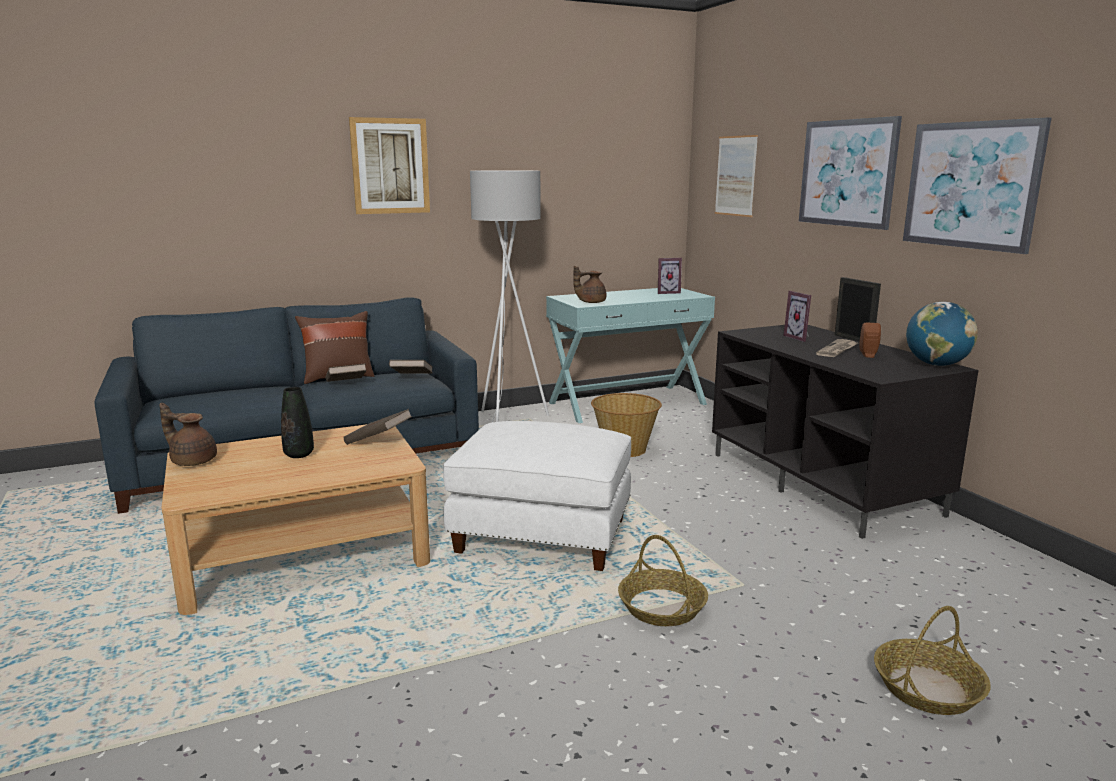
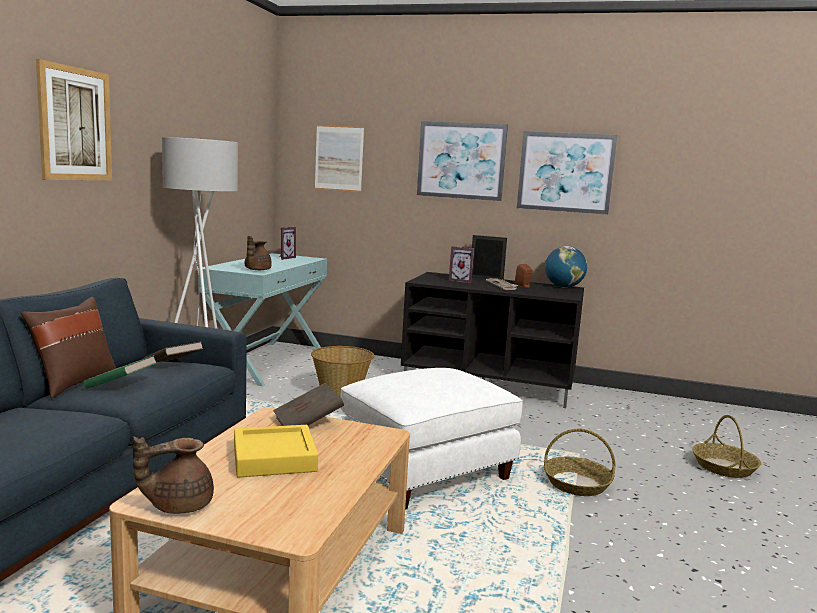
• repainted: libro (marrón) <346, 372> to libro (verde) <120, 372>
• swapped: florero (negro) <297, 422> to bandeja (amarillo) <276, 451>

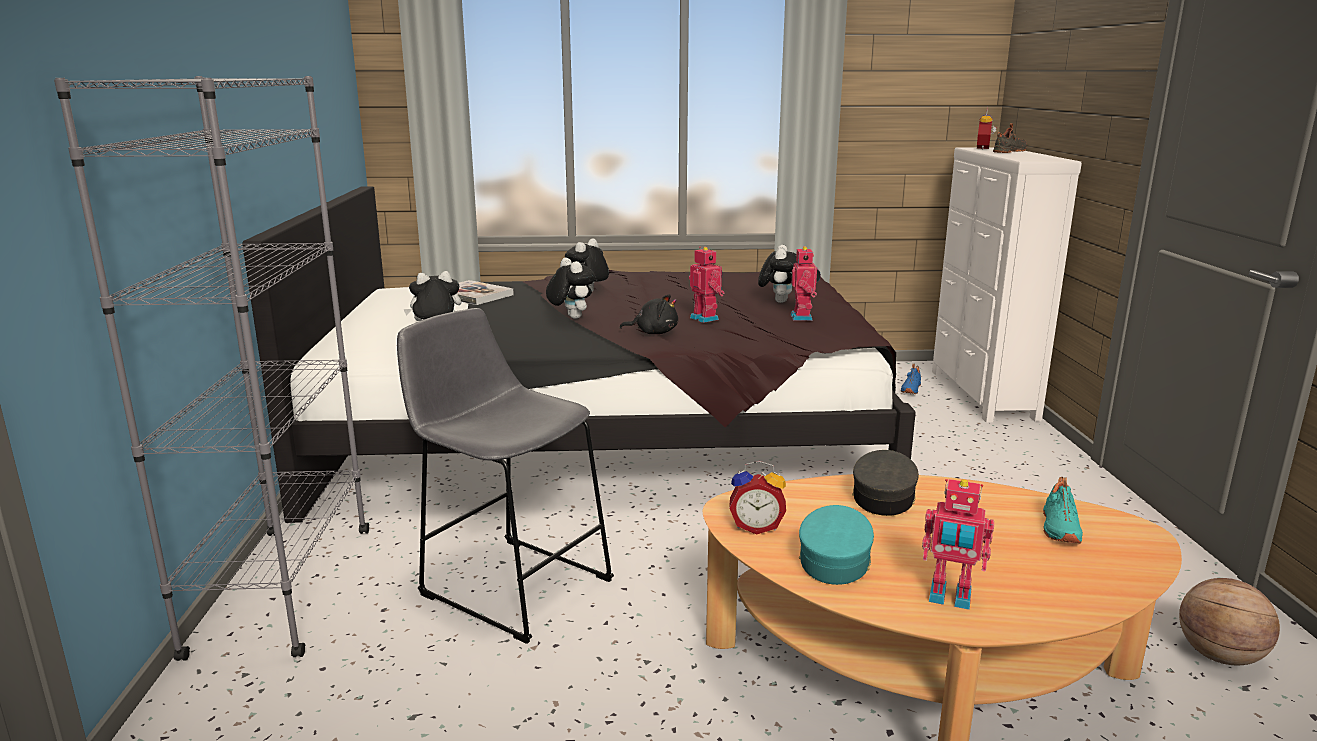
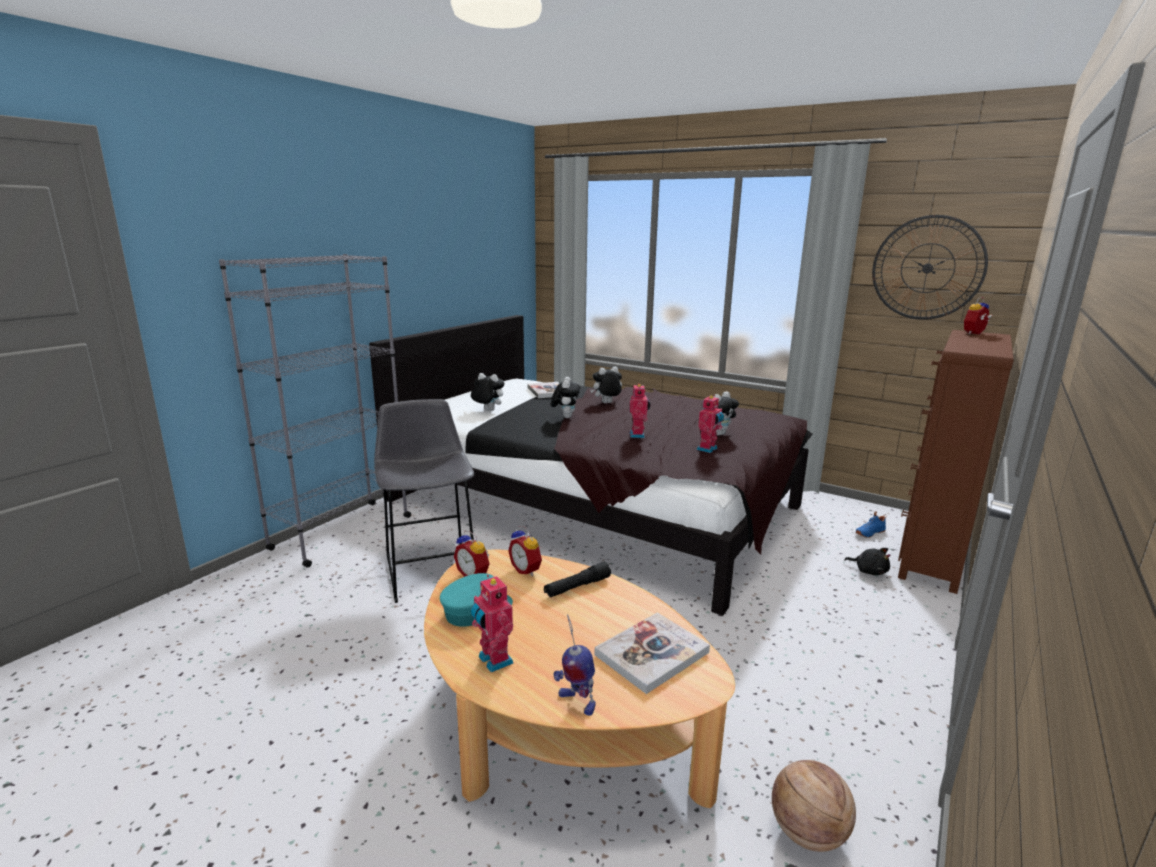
• new: despertador <525, 551>
• swapped: gorra (gris) <885, 483> to linterna (negro) <577, 579>
• new: robot de juguete <574, 665>
• swapped: zapato (turquesa) <1063, 510> to libro <652, 653>
• shifted: peluche (negro) <649, 314> to <867, 561>
• new: reloj de pared <930, 267>
• repainted: cómoda (blanco) <1007, 284> to cómoda (marrón) <956, 462>
• gone: zapato (negro) <1010, 138>

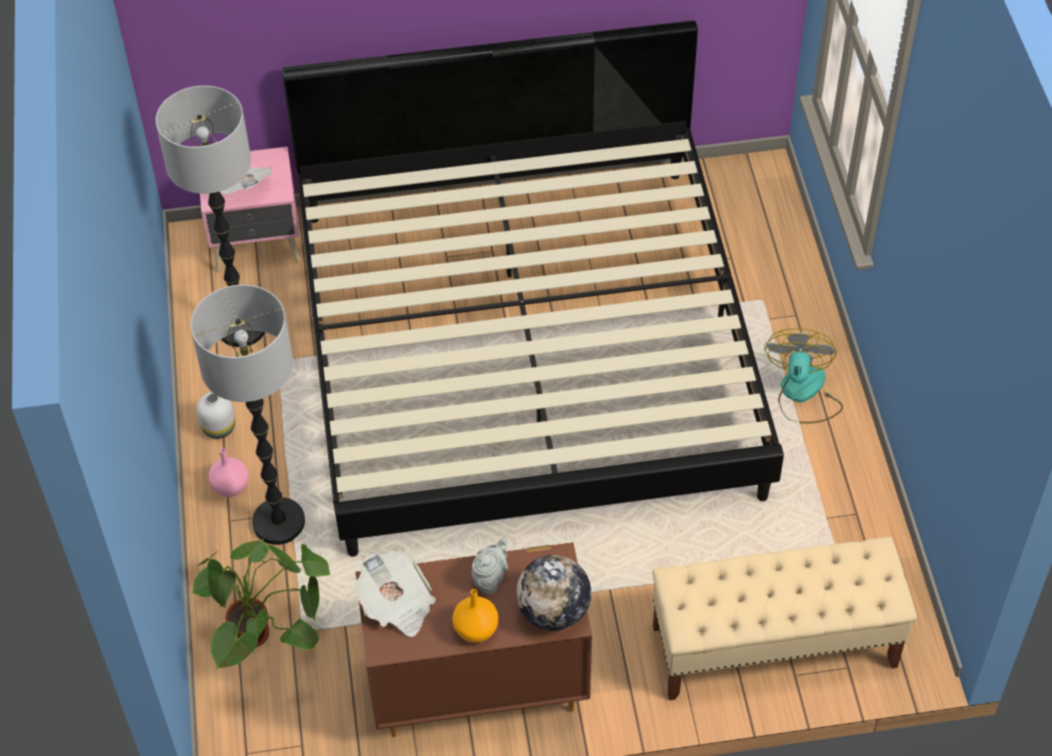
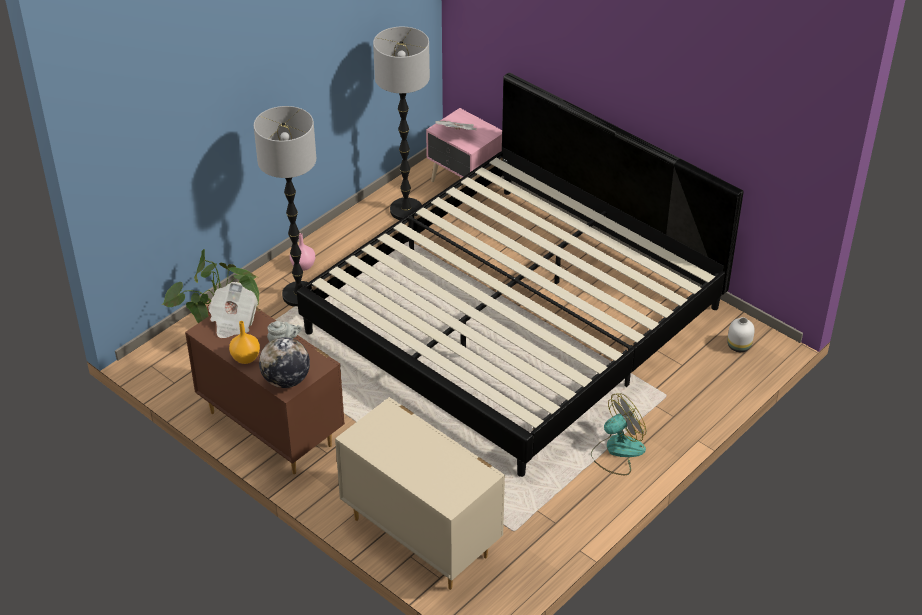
• swapped: banco (beis) <784, 618> to cómoda (beis) <420, 493>
• shifted: florero (blanco) <216, 415> to <741, 334>

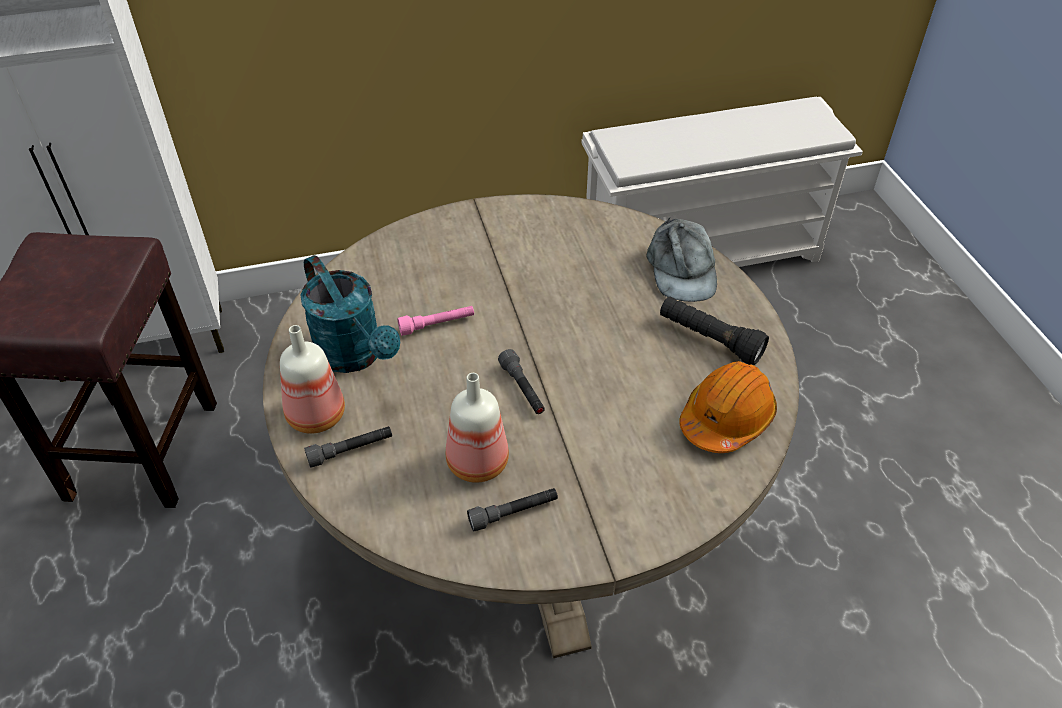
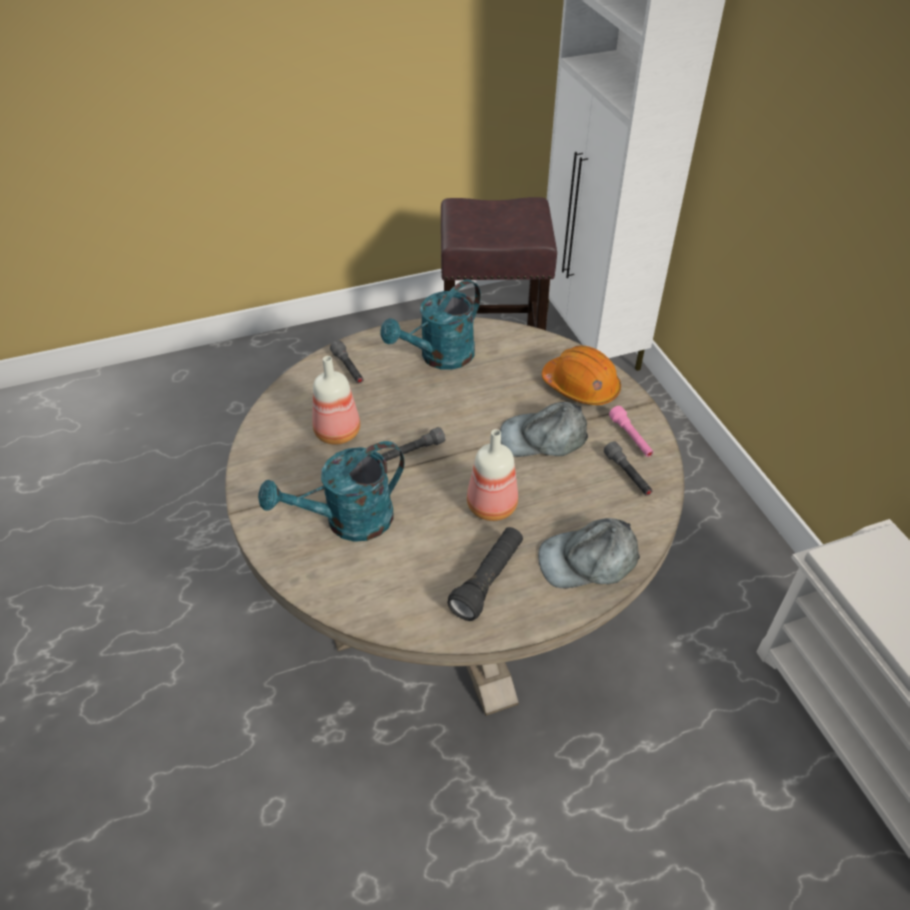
• new: regadera (turquesa) <331, 491>
• shifted: botella <312, 379> to <492, 475>
• new: gorra (gris) <544, 429>
• shifted: casco (naranja) <728, 407> to <581, 375>
• shifted: linterna (gris) <512, 509> to <628, 468>
• shifted: linterna (rosa) <435, 321> to <631, 431>

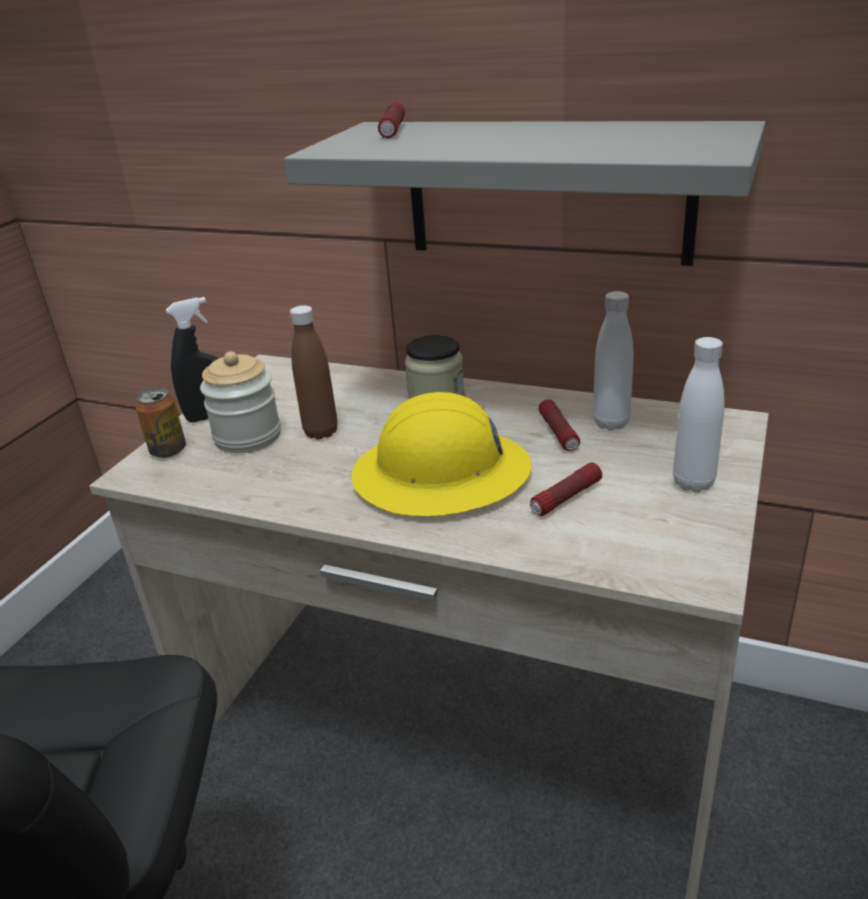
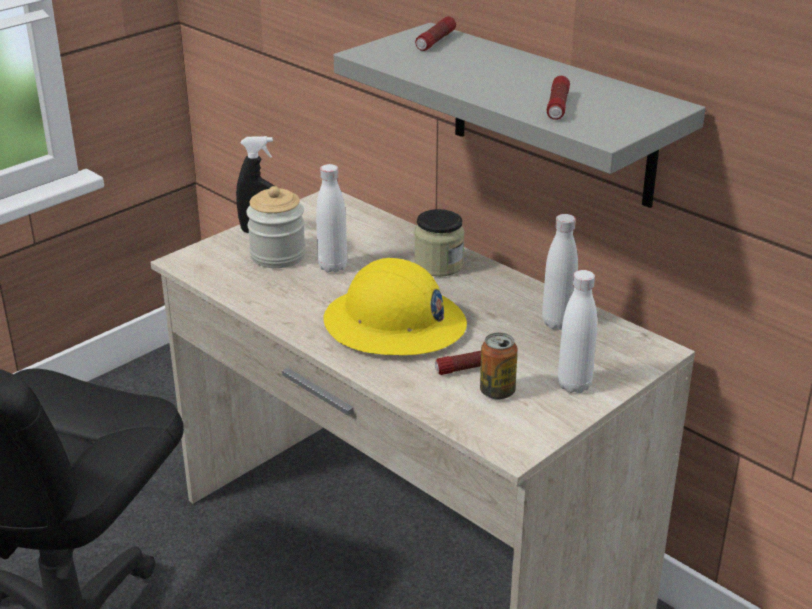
• repainted: botella (marrón) <313, 372> to botella (blanco) <331, 218>
• shifted: lata <161, 423> to <499, 366>
• shifted: linterna <559, 425> to <558, 98>

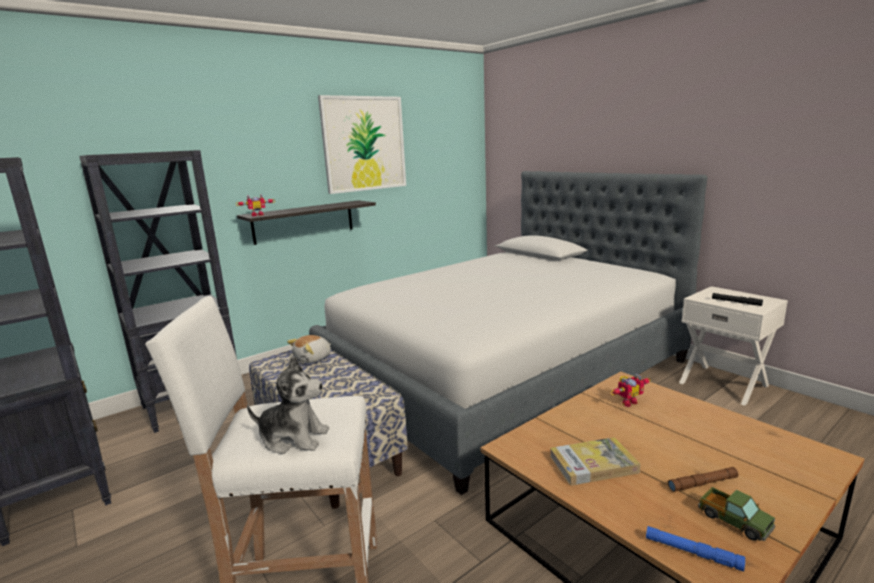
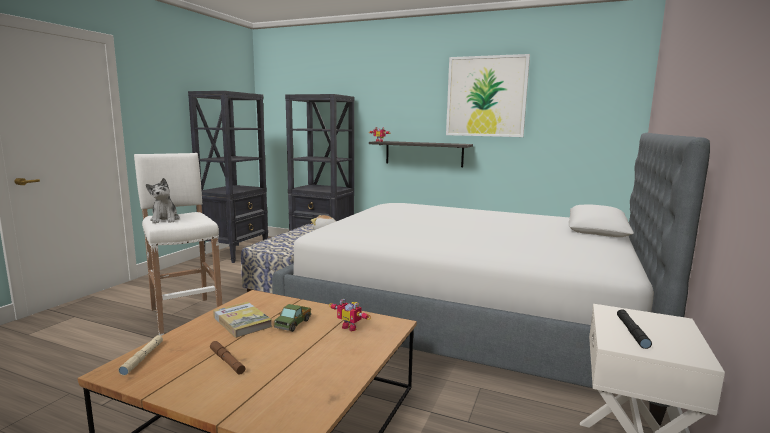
• repainted: linterna (azul) <695, 549> to linterna (beis) <140, 355>
• shifted: camión de juguete <736, 514> to <292, 318>

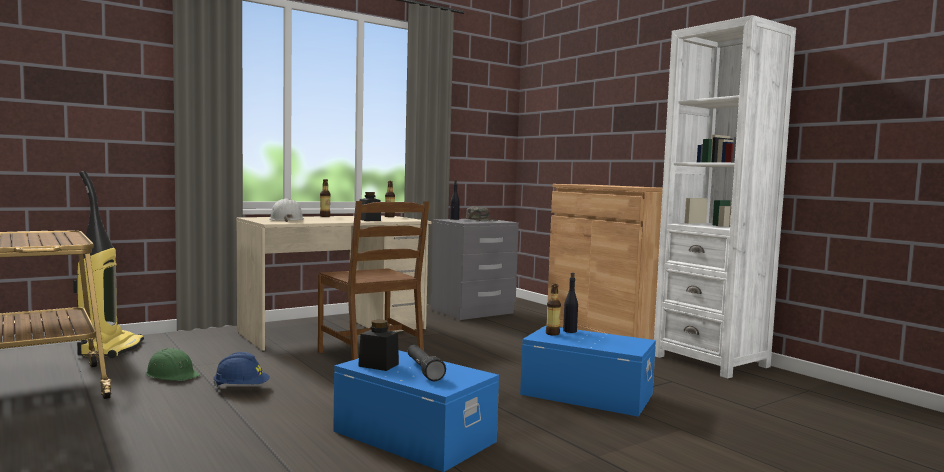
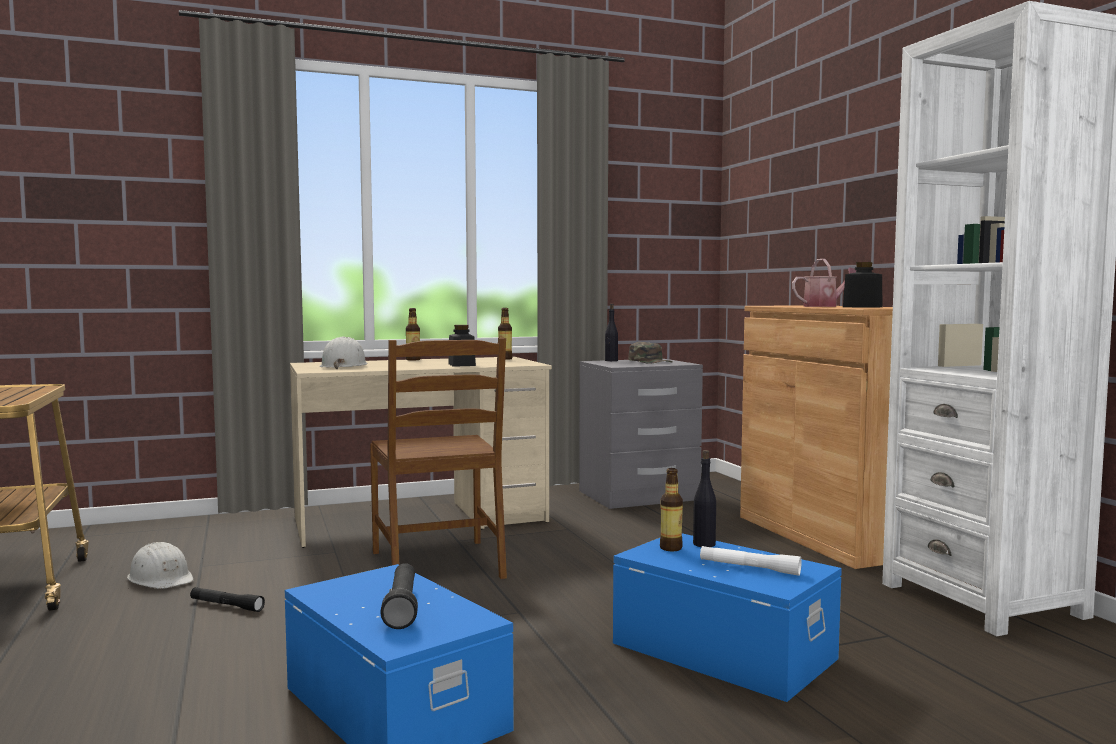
• repainted: casco (verde) <173, 364> to casco (blanco) <160, 565>
• swapped: casco (azul) <241, 370> to linterna (negro) <227, 599>
• new: linterna (blanco) <750, 561>
• new: regadera <824, 283>
• shifted: tarro (negro) <378, 345> to <863, 285>
• gone: aspiradora <108, 264>

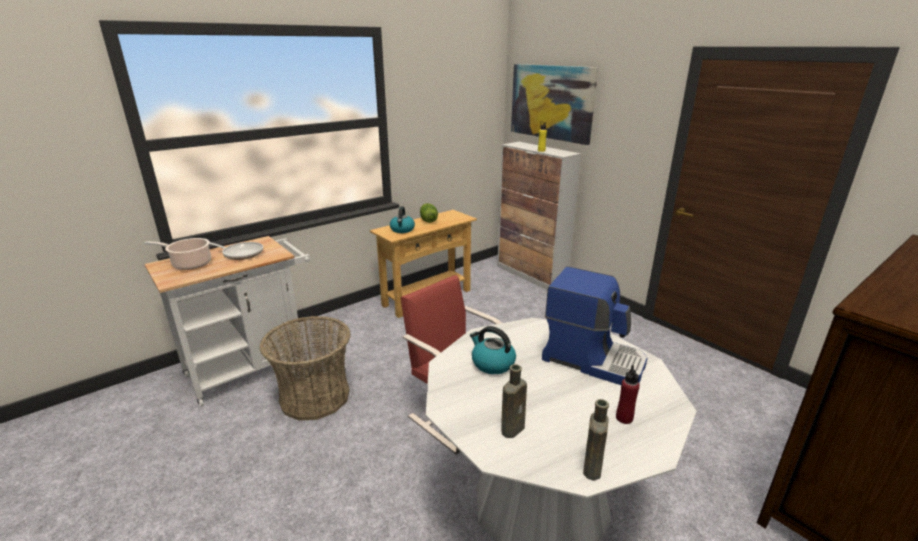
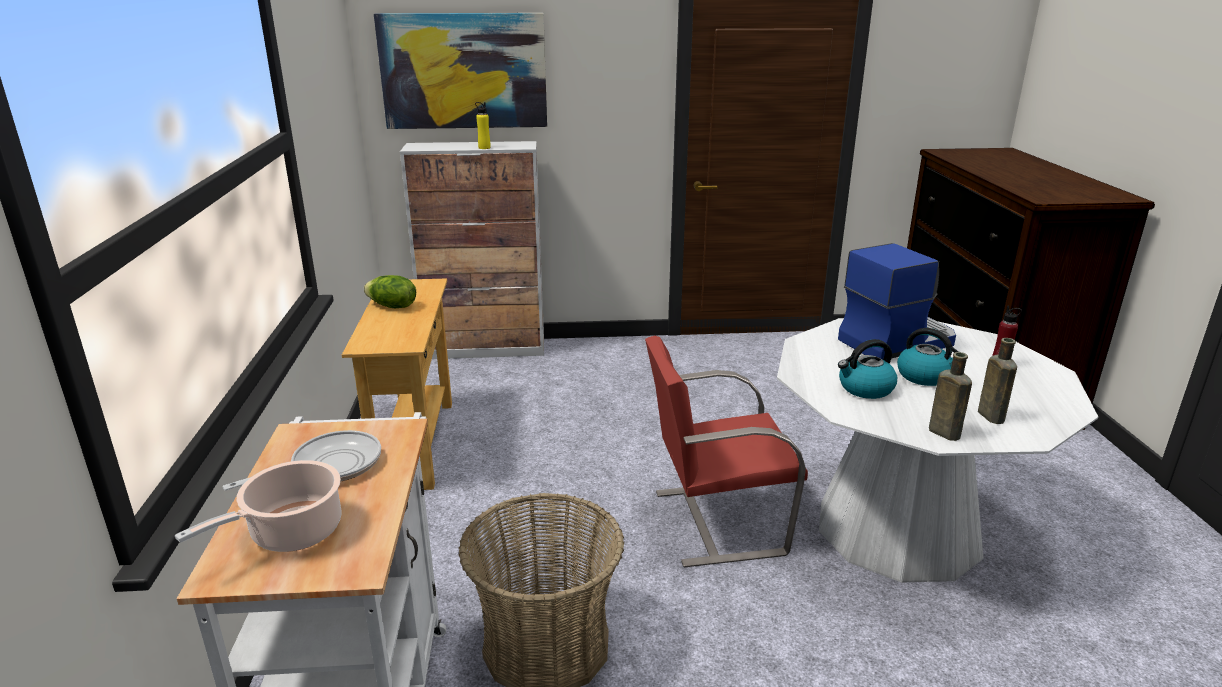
• shifted: hervidor <402, 219> to <927, 357>
• shifted: botella (marrón) <596, 440> to <950, 396>

